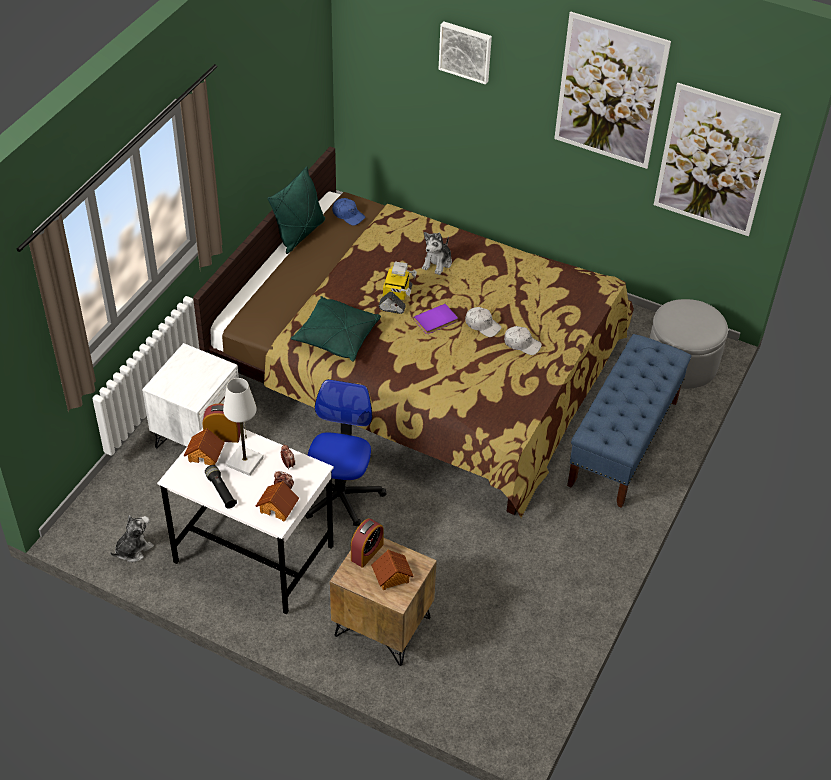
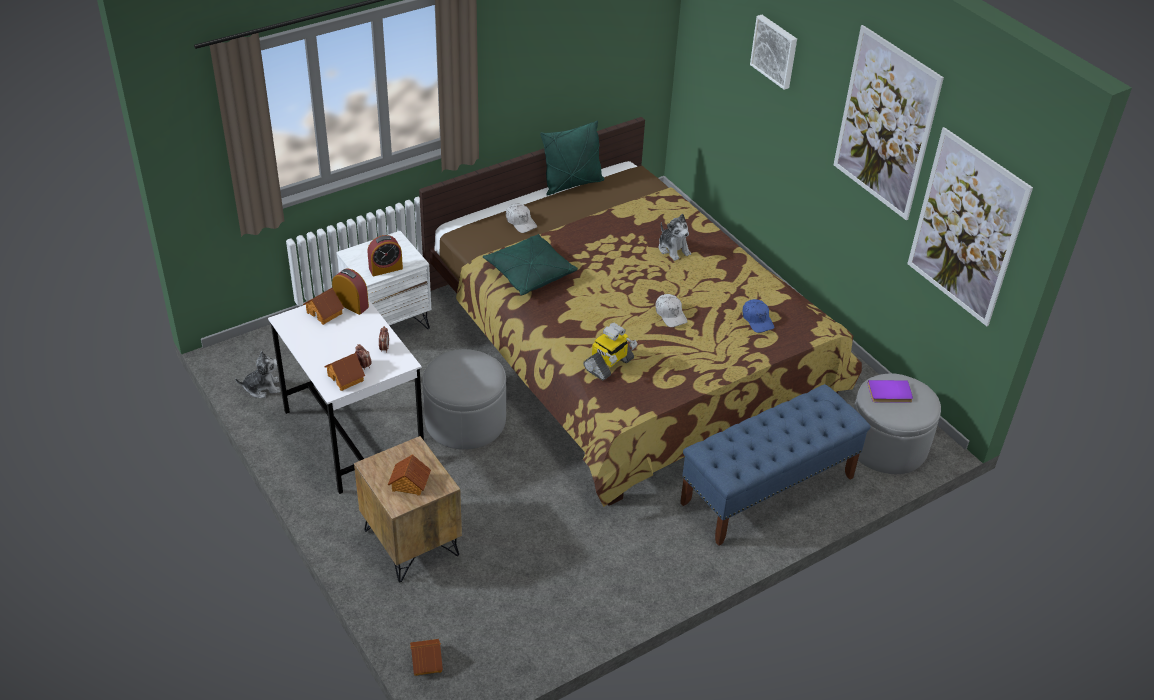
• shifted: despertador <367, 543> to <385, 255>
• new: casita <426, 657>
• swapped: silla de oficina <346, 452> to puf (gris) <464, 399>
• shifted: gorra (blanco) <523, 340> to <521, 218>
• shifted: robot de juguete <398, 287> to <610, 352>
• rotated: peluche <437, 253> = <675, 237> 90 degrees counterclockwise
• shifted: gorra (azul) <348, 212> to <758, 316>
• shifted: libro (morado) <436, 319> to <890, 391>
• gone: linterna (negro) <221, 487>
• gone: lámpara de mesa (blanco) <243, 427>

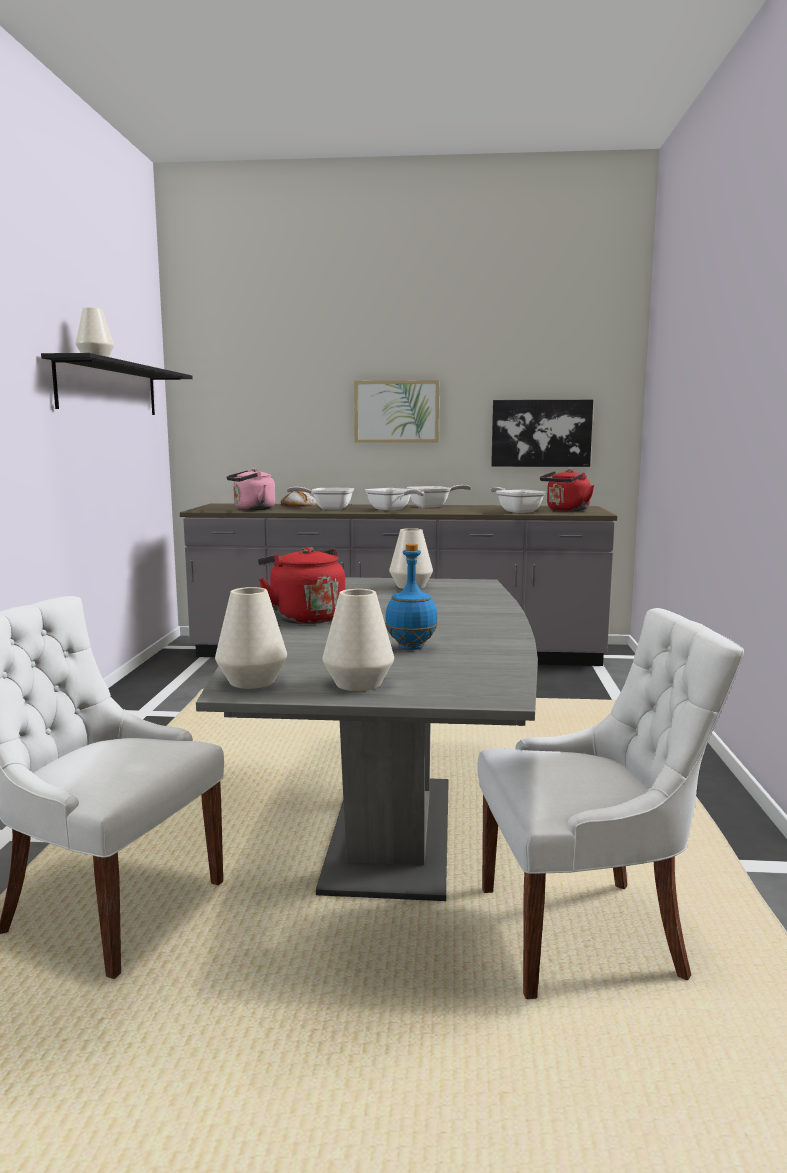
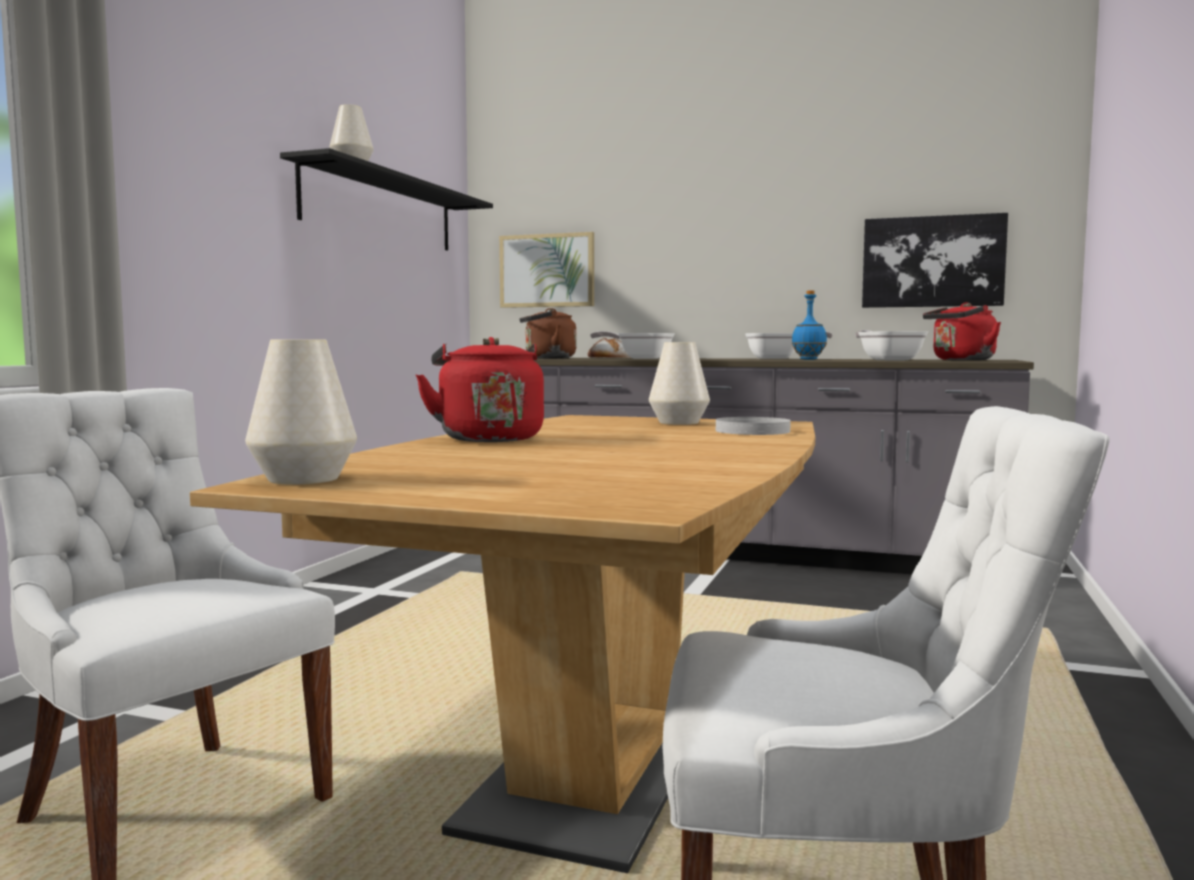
• repainted: mesa de comedor (gris) <367, 739> to mesa de comedor (marrón) <502, 644>
• shifted: cuadro <396, 411> to <546, 270>
• repainted: hervidor (rosa) <251, 489> to hervidor (marrón) <547, 333>
• new: plato (blanco) <753, 426>
• shifted: botella (azul) <411, 597> to <809, 325>
• gone: florero (blanco) <358, 640>
• gone: sartén <394, 499>

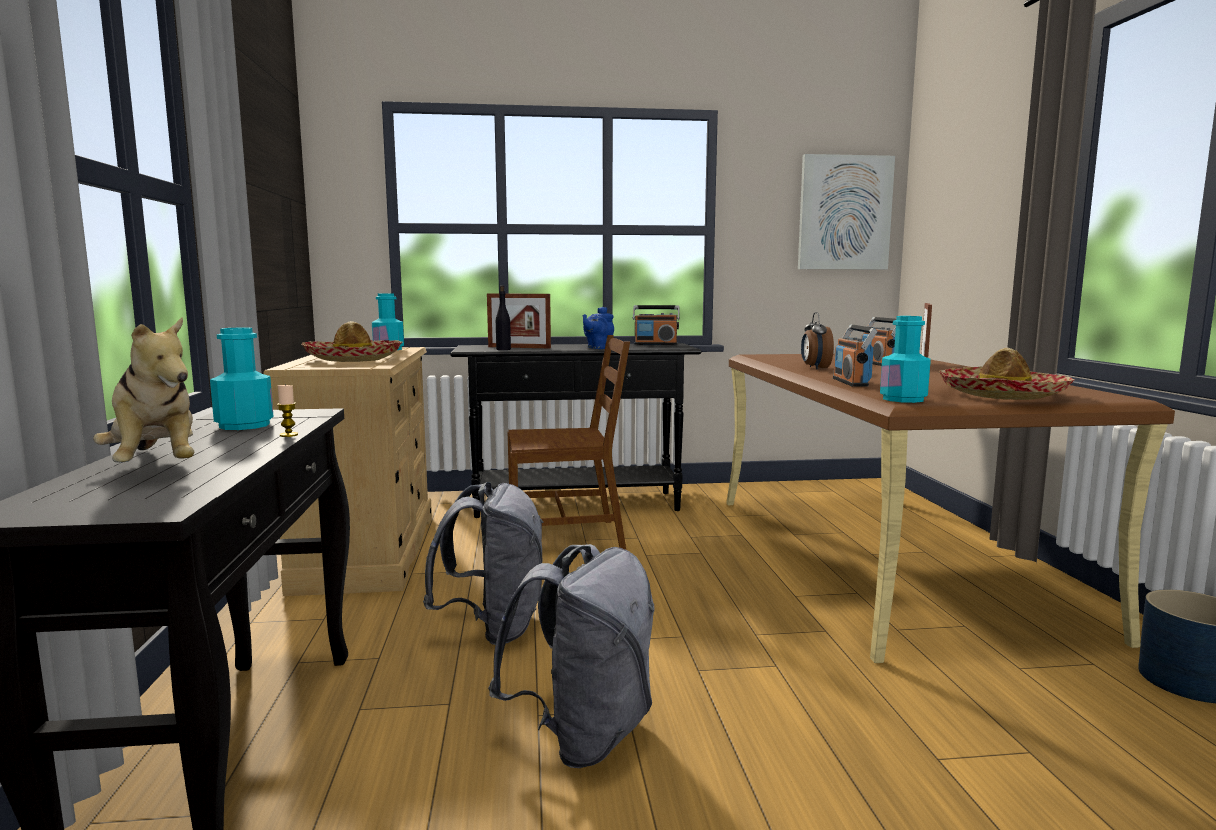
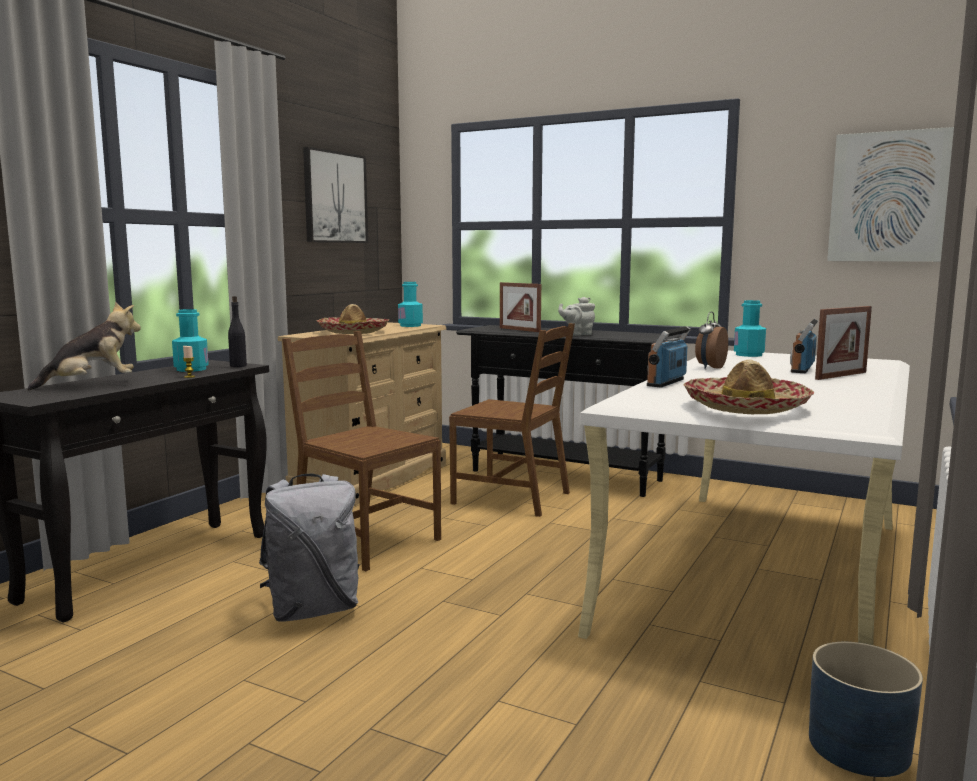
• rotated: peluche <143, 389> = <84, 346> 120 degrees counterclockwise
• shifted: botella (negro) <503, 318> to <237, 331>
• swapped: mochila (gris) <483, 563> to silla (marrón) <361, 451>
• new: cuadro <335, 195>
• repainted: tetera (azul) <598, 328> to tetera (gris) <576, 316>
• repainted: escritorio (marrón) <950, 508> to escritorio (blanco) <744, 497>
• shifted: botella (turquesa) <905, 359> to <750, 328>
• gone: radio <656, 325>

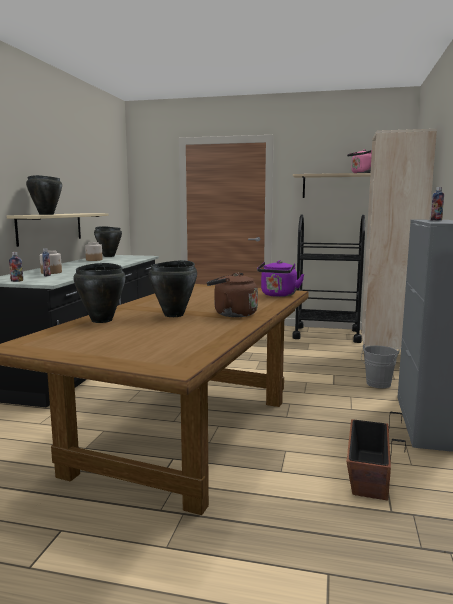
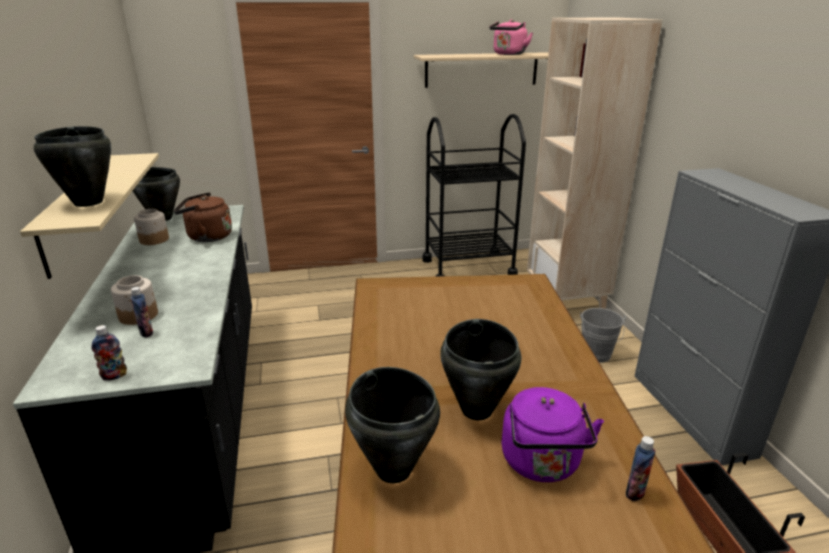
• shifted: hervidor (marrón) <232, 295> to <203, 217>
• shifted: hervidor (morado) <281, 278> to <553, 434>
• shifted: botella <437, 204> to <640, 468>

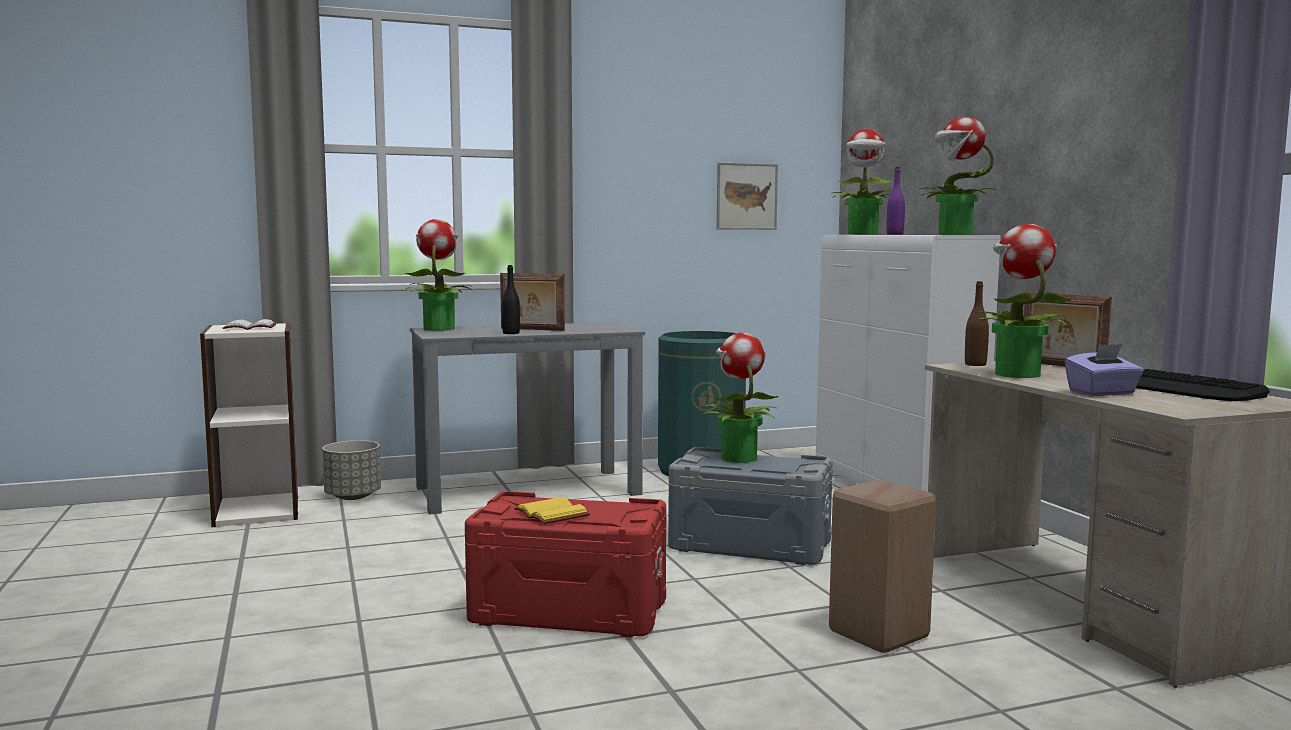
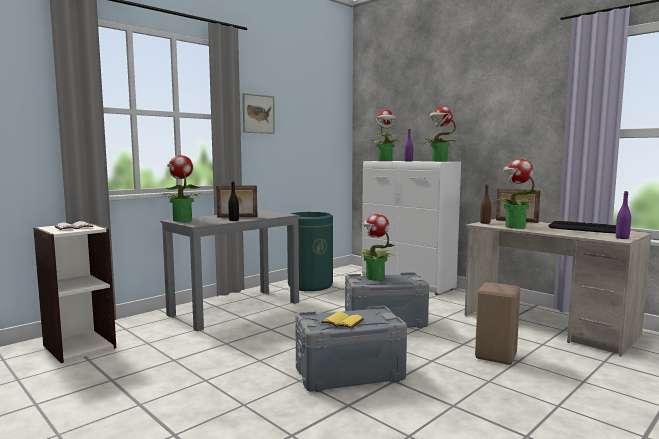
• shifted: cuadro <747, 196> to <258, 113>
• repainted: caja de almacenaje (rojo) <565, 564> to caja de almacenaje (gris) <351, 349>
• new: botella (morado) <623, 215>
• gone: maceta (gris) <351, 470>
• gone: caja de pañuelos (morado) <1104, 370>

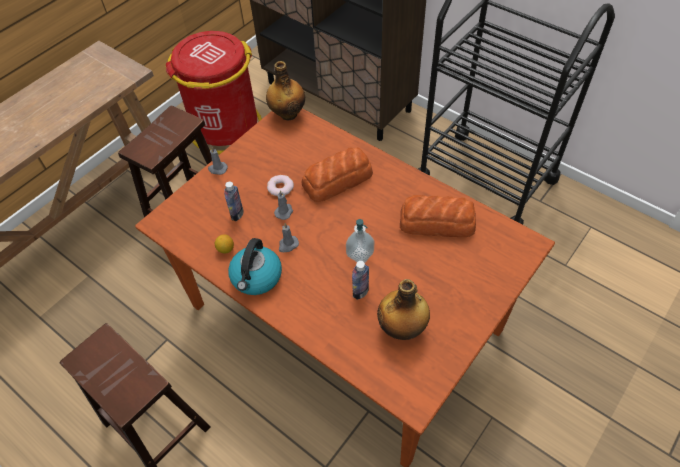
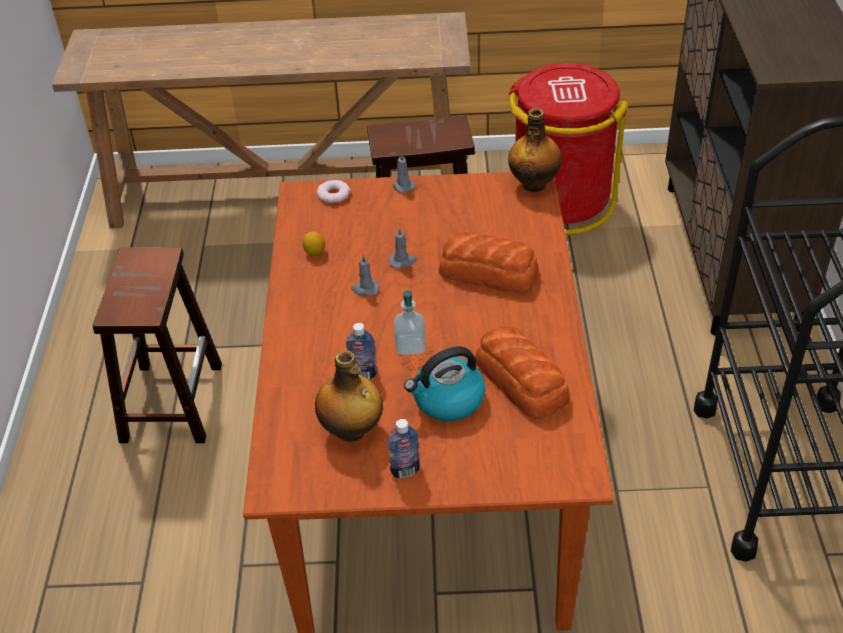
• shifted: rosquilla <280, 185> to <333, 191>
• shifted: botella <234, 201> to <404, 448>
• shifted: hervidor <255, 266> to <445, 384>

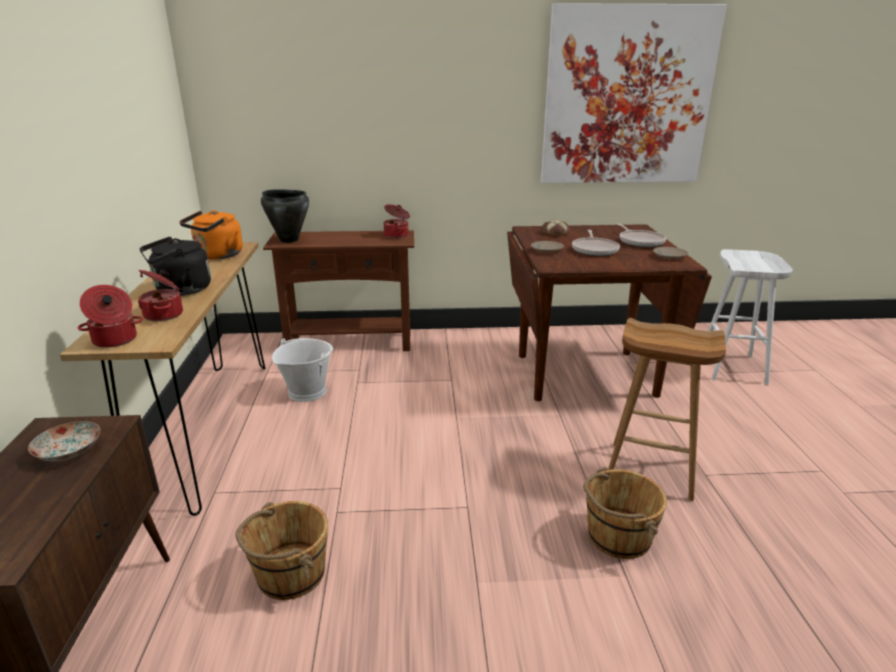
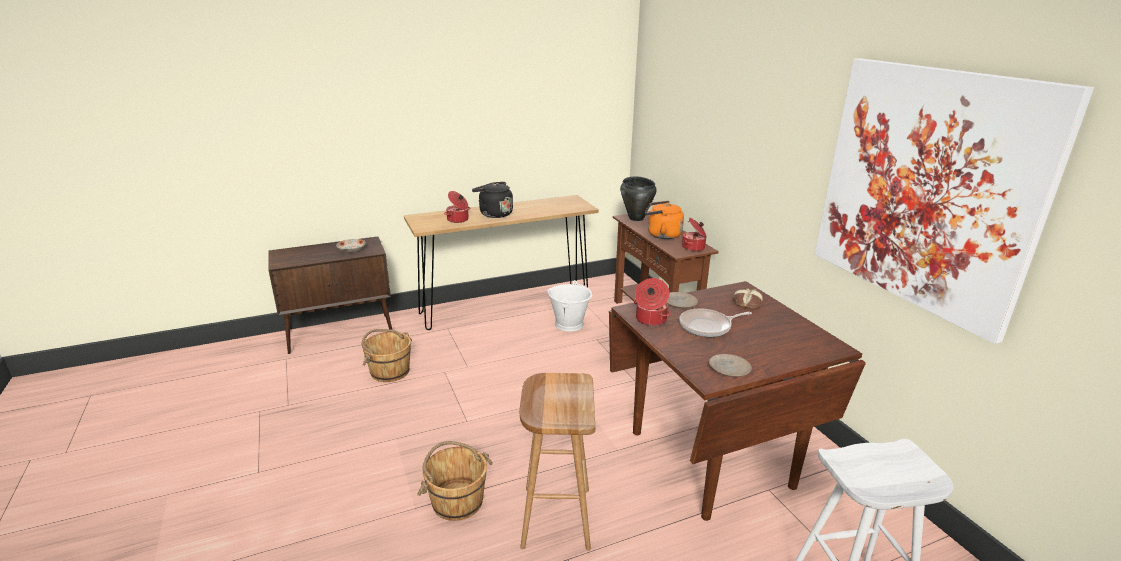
• shifted: olla <110, 316> to <652, 302>
• shifted: hervidor (naranja) <211, 235> to <664, 220>
• gone: sartén <641, 235>

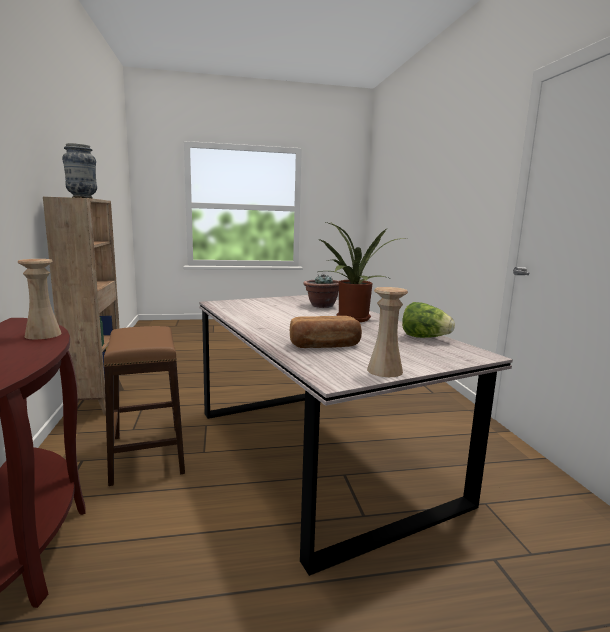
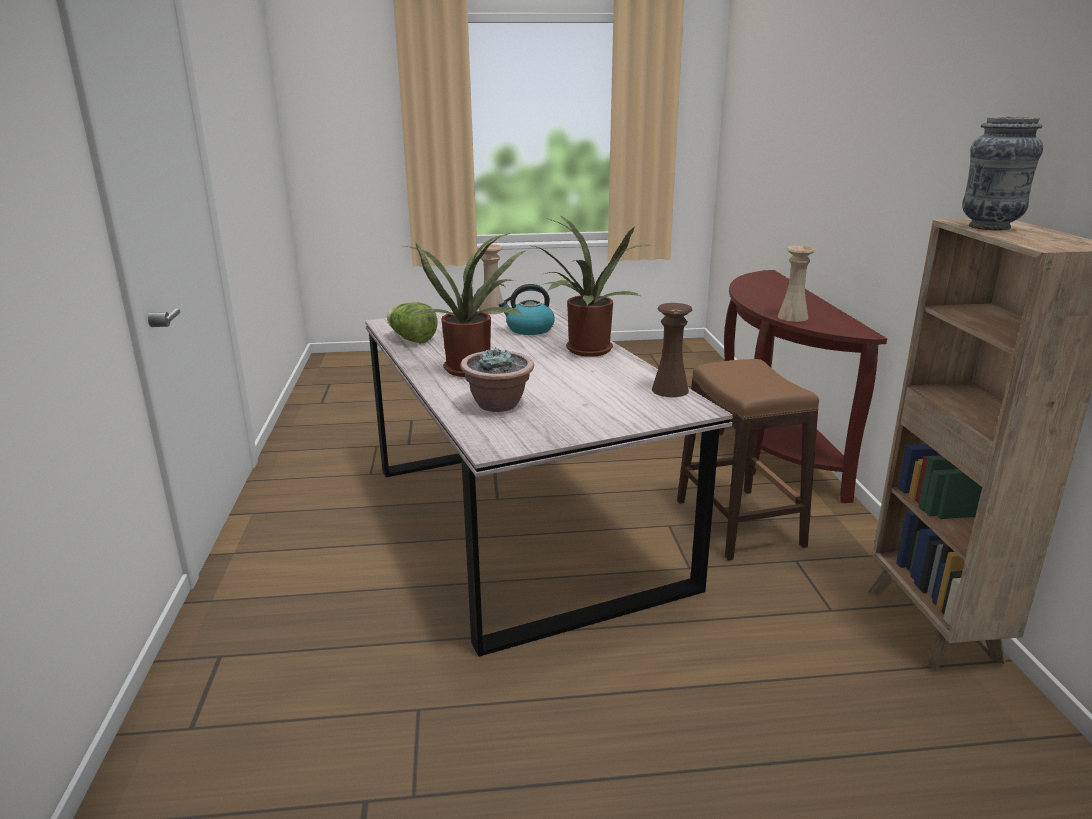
• swapped: pan <326, 332> to hervidor <527, 309>
• new: planta en maceta <591, 286>
• new: florero (marrón) <672, 350>

